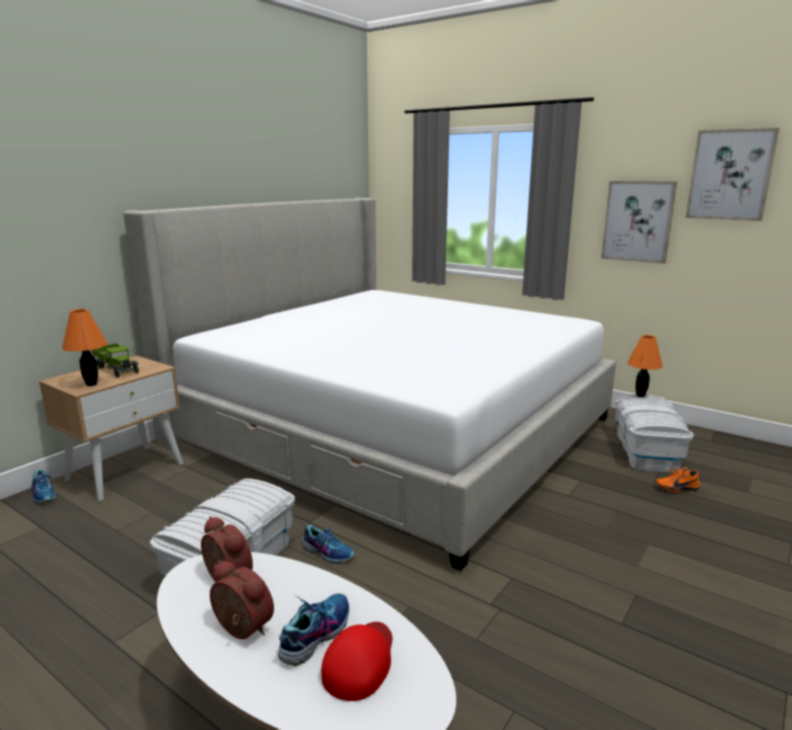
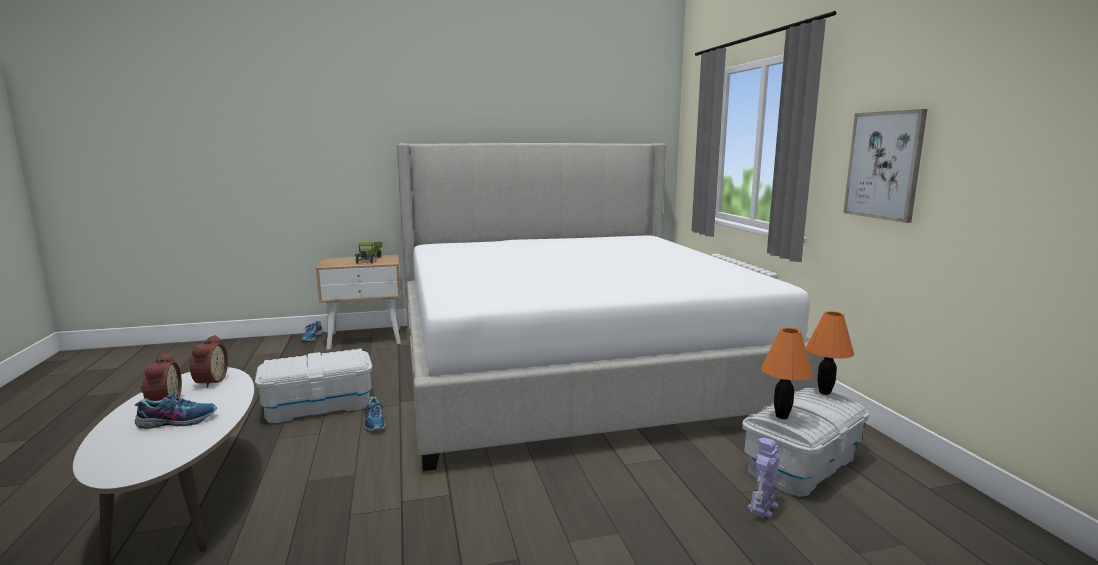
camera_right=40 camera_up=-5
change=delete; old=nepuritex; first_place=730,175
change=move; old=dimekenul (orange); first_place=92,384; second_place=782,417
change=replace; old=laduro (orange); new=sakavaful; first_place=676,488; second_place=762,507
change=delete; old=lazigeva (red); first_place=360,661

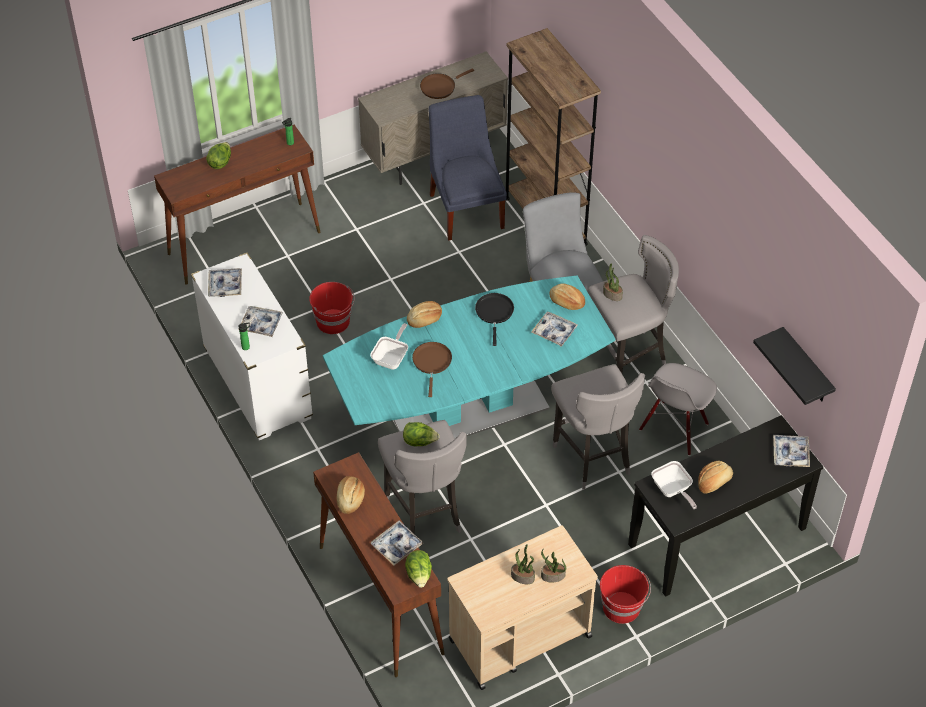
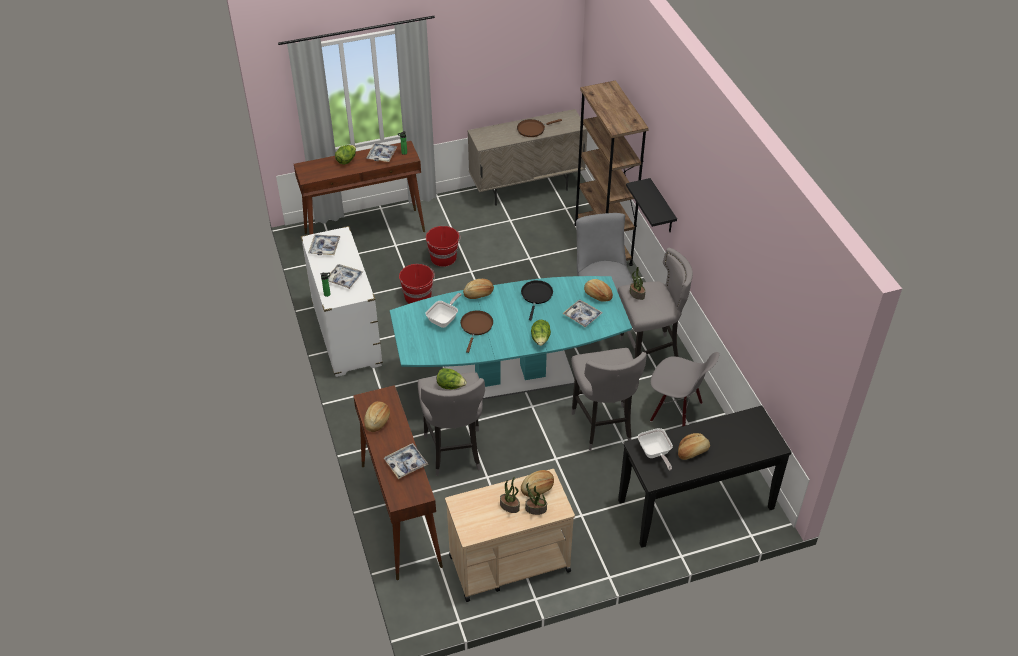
camera_right=10 camera_up=-5
change=delete; old=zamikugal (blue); first_place=466,208
change=move; old=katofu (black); first_place=806,368; second_place=662,207
change=rotate; old=zamikugal (grey); first_place=674,428; second_place=676,412; degrees=-105
change=move; old=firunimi; first_place=790,453; second_place=382,155
change=move; old=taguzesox; first_place=419,575; second_place=540,339
change=move; old=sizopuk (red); first_place=622,608; second_place=444,258
change=insert; new=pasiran; second_place=537,488

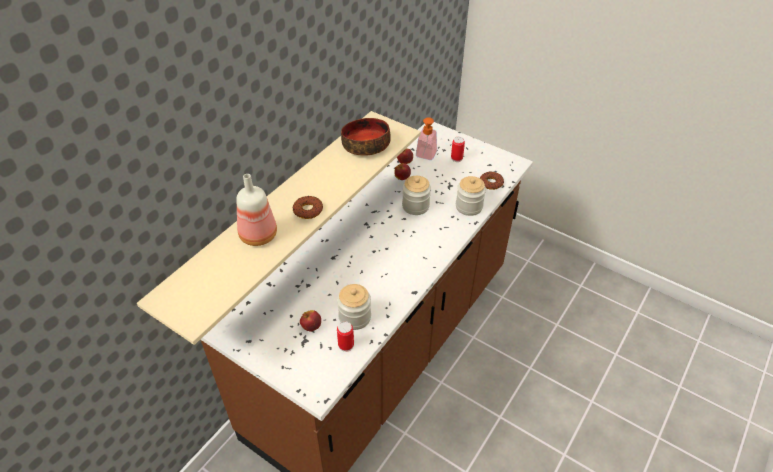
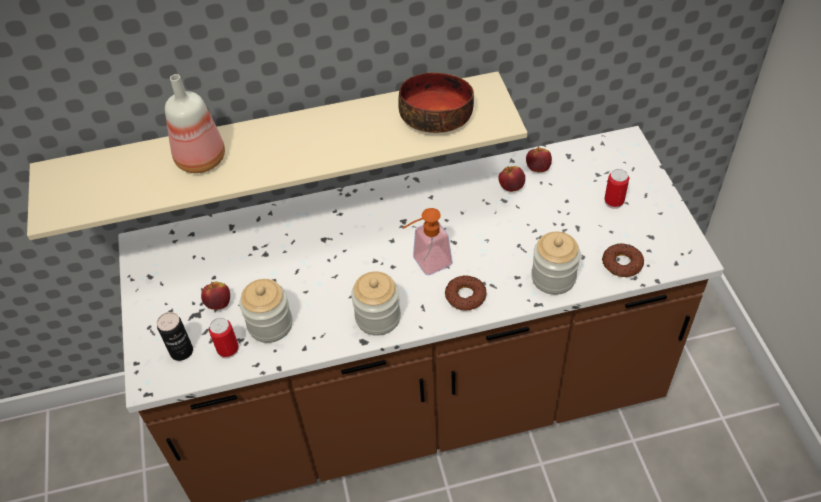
camera_right=45 camera_up=5
change=move; old=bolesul; first_place=425,156; second_place=426,264
change=move; old=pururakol; first_place=415,206; second_place=378,317
change=move; old=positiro; first_place=308,210; second_place=465,296
change=insert; new=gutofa; second_place=181,351

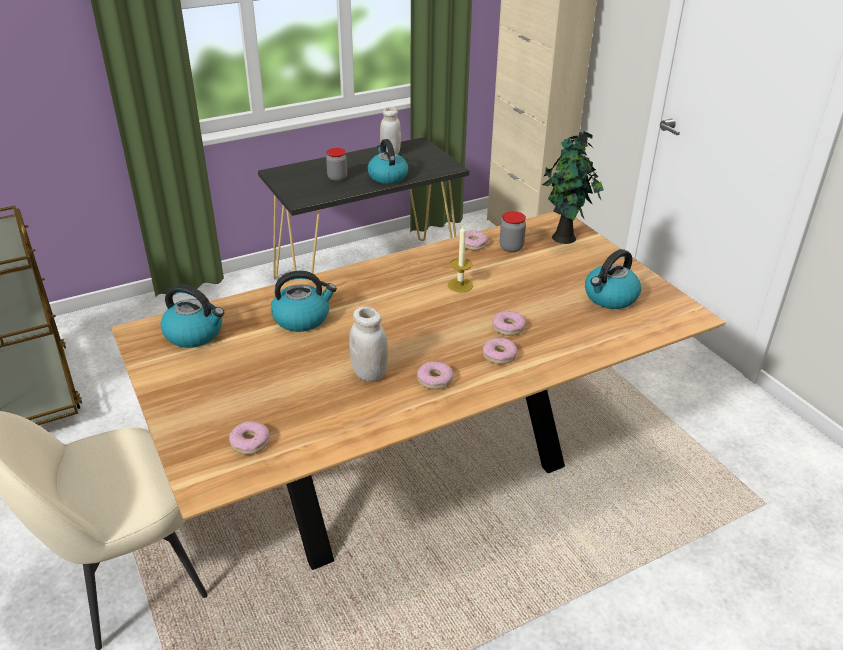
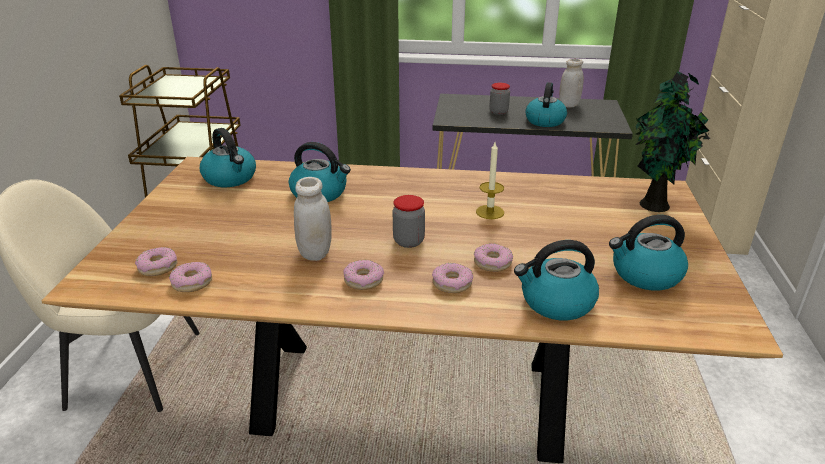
camera_right=35 camera_up=-5
change=move; old=pururakol; first_place=511,247; second_place=408,241
change=move; old=positiro; first_place=473,244; second_place=192,282
change=insert; new=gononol; second_place=556,303

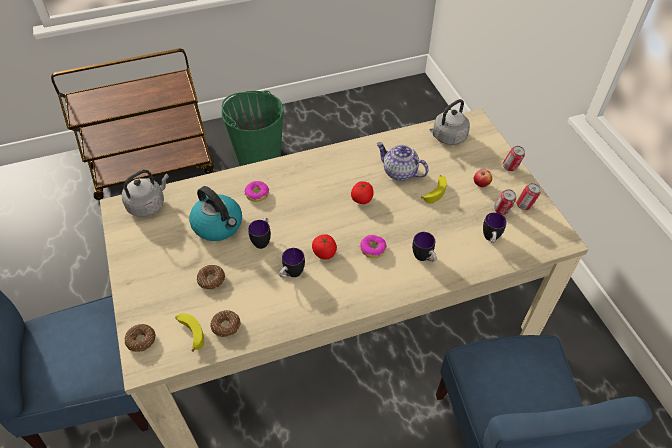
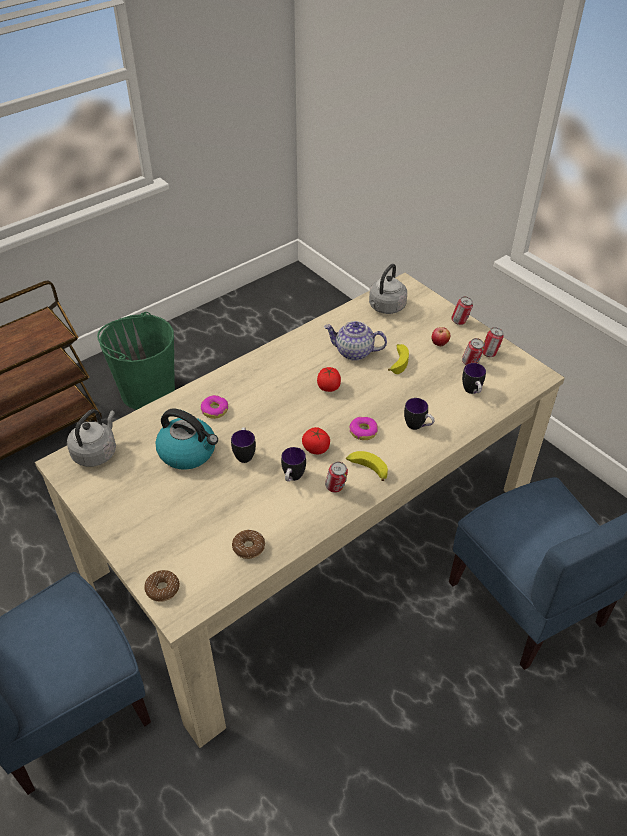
camera_right=-20 camera_up=-5
change=delete; old=positiro; first_place=211,279
change=move; old=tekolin; first_place=190,333; second_place=366,469
change=insert; new=gutofa; second_place=336,488

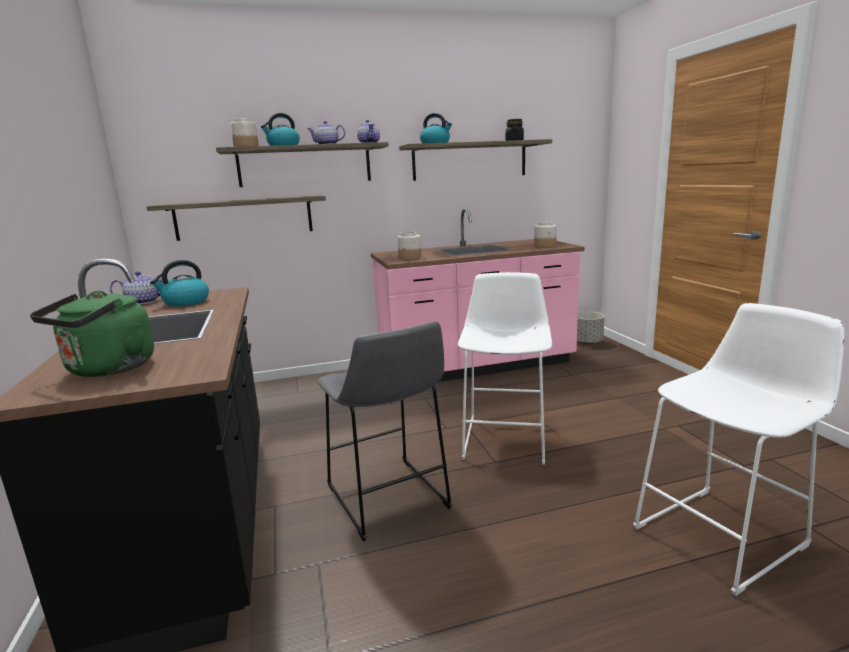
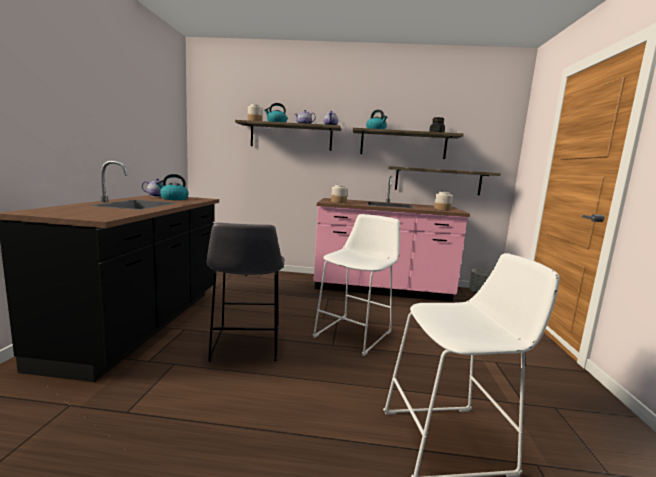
camera_right=20 camera_up=-5
change=move; old=katofu; first_place=244,217; second_place=438,181
change=delete; old=gononol (green); first_place=107,369

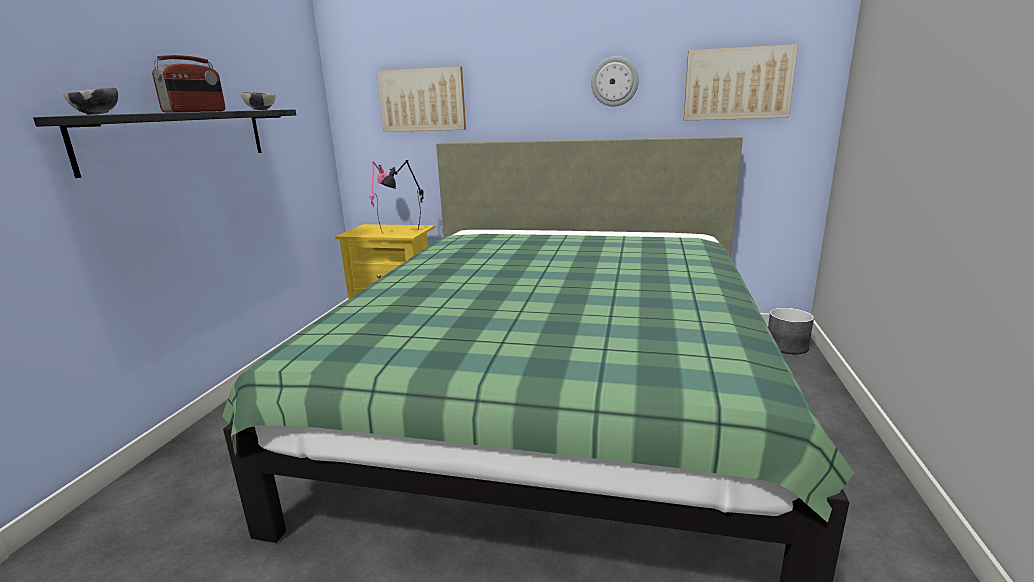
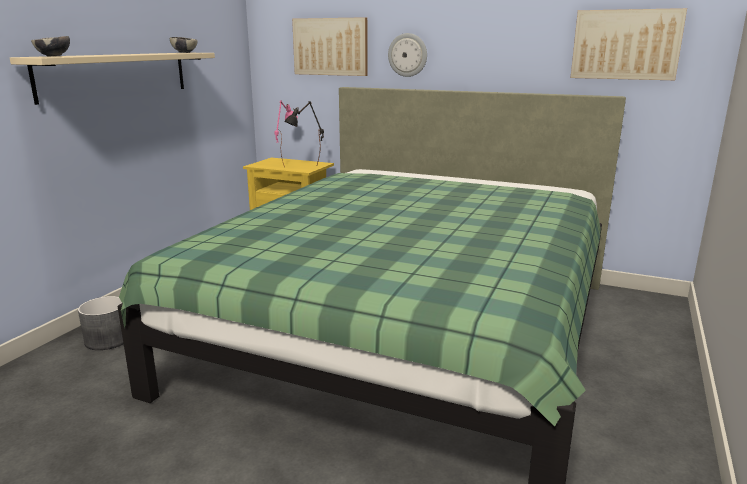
camera_right=10 camera_up=0
change=delete; old=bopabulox; first_place=195,111
change=move; old=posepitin; first_place=614,81; second_place=407,55
change=recolor; old=katofu (black); new=katofu (beige); first_place=180,138; second_place=116,75
change=move; old=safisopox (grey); first_place=787,346; second_place=108,340

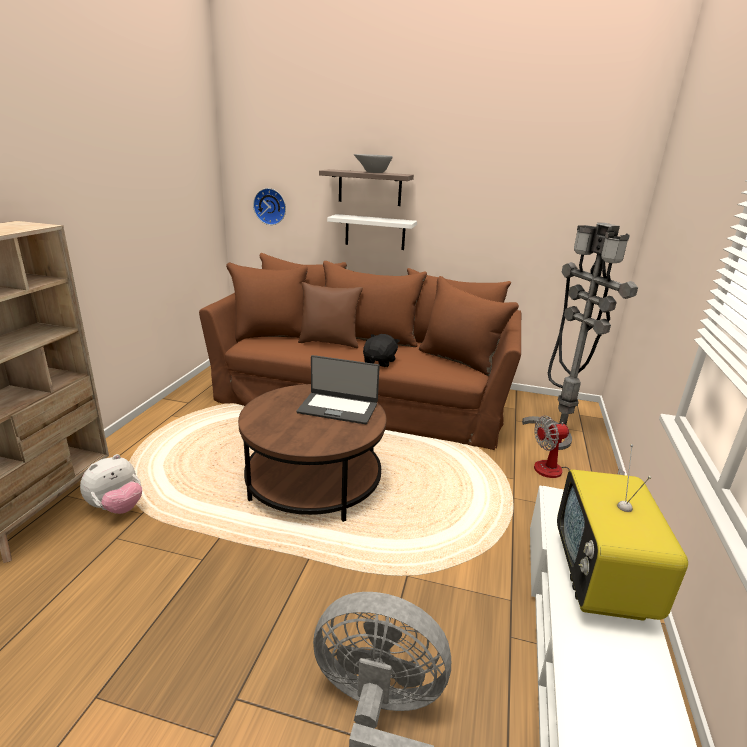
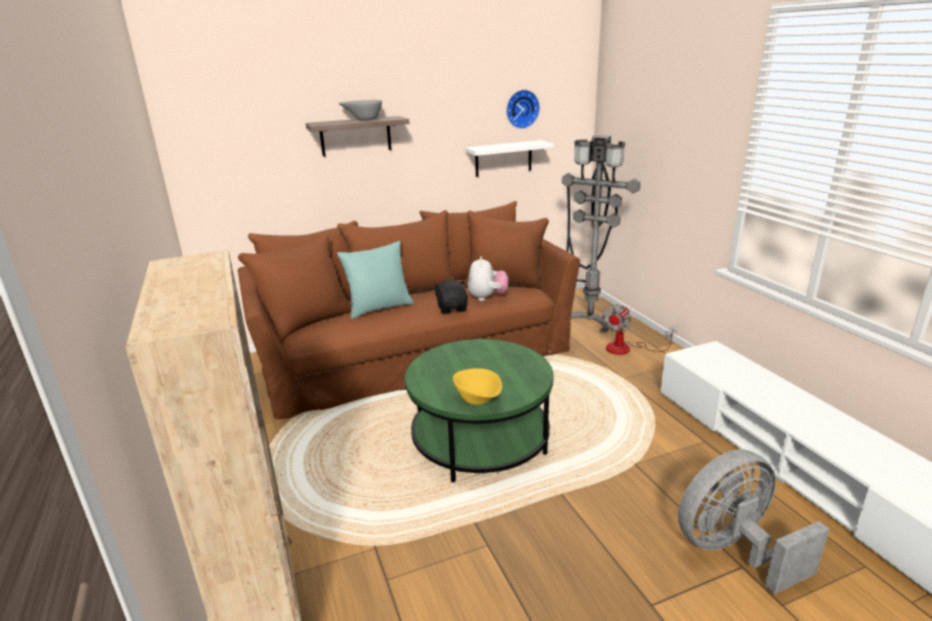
camera_right=-35 camera_up=0
change=move; old=posepitin; first_place=270,206; second_place=521,109
change=move; old=katofu (white); first_place=375,232; second_place=503,158
change=recolor; old=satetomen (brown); new=satetomen (turquoise); first_place=329,342; second_place=379,308
change=delete; old=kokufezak; first_place=338,408
change=recolor; old=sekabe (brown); new=sekabe (green); first_place=314,481; second_place=480,439
change=delete; old=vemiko; first_place=602,581
change=move; old=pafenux; first_place=117,508; second_place=487,298
change=insert; new=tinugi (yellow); second_place=479,401

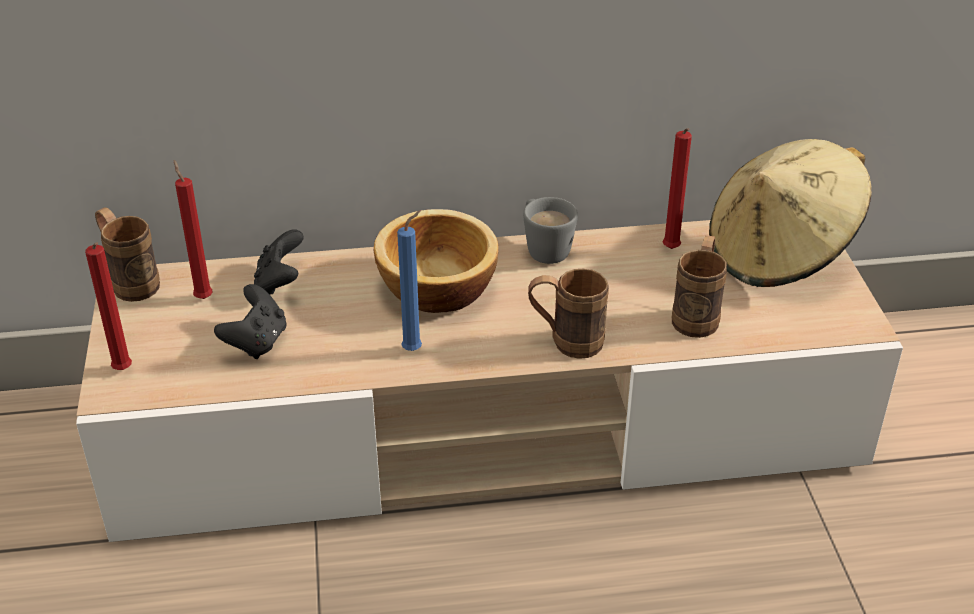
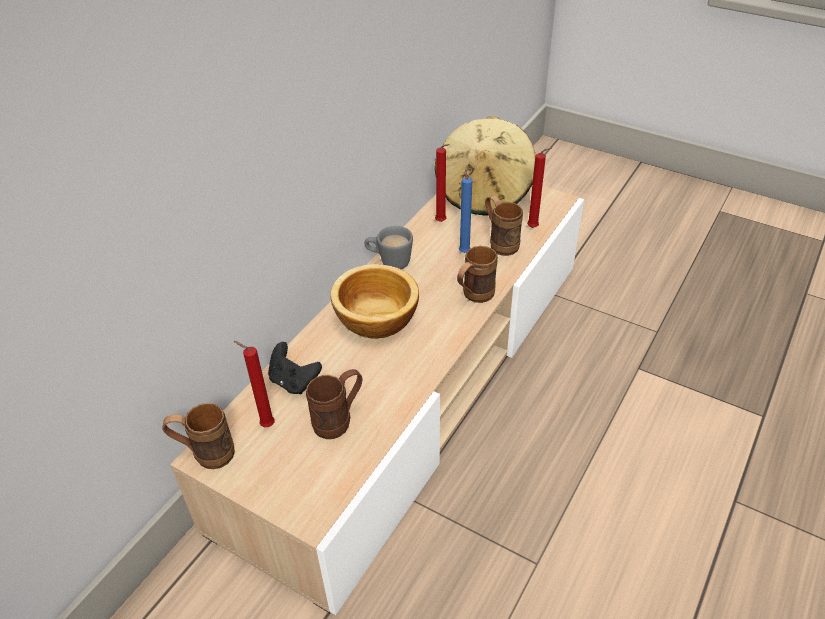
camera_right=-50 camera_up=5
change=move; old=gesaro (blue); first_place=415,349; second_place=464,251
change=move; old=gesaro (red); first_place=123,372; second_place=534,228
change=replace; old=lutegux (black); new=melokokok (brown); first_place=256,342; second_place=339,420

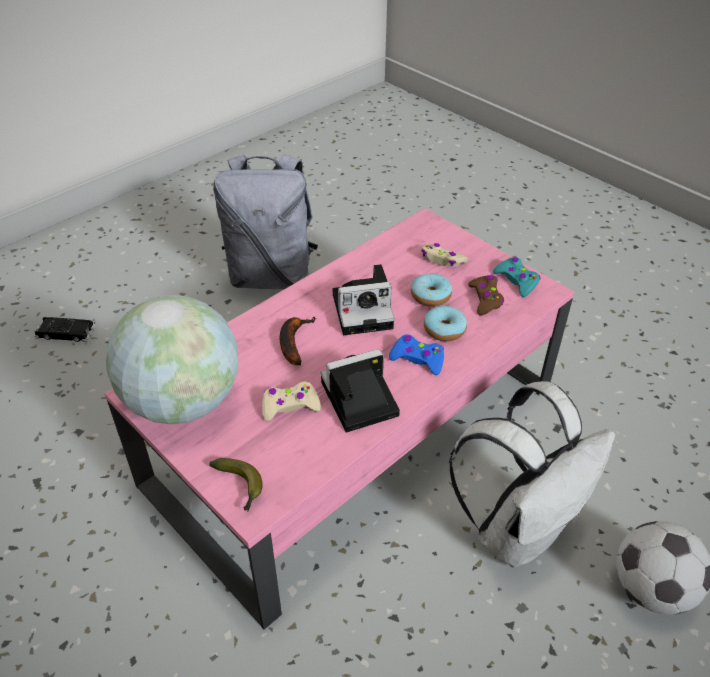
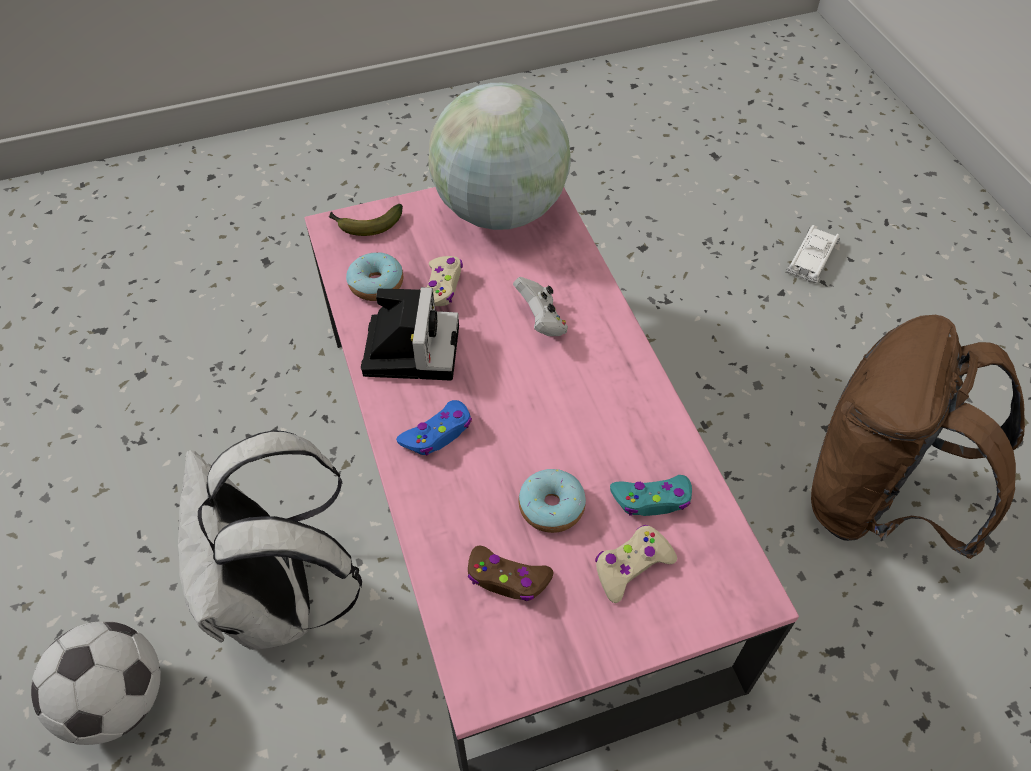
camera_right=115 camera_up=10
change=recolor; old=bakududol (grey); new=bakududol (brown); first_place=272,276; second_place=874,501
change=move; old=lutegux (turquoise); first_place=516,281; second_place=652,500
change=delete; old=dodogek; first_place=365,310
change=move; old=positiro; first_place=444,329; second_place=376,284
change=recolor; old=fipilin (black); new=fipilin (white); first_place=66,333; second_place=812,258
change=replace; old=tekolin; new=lutegux (white); first_place=293,341; second_place=541,321

